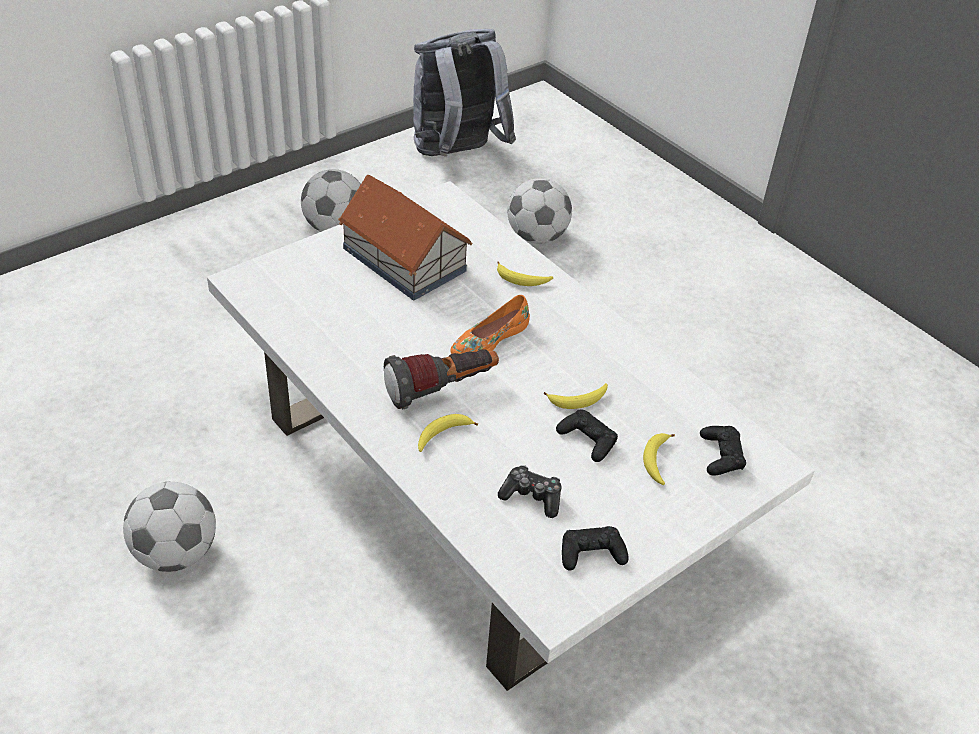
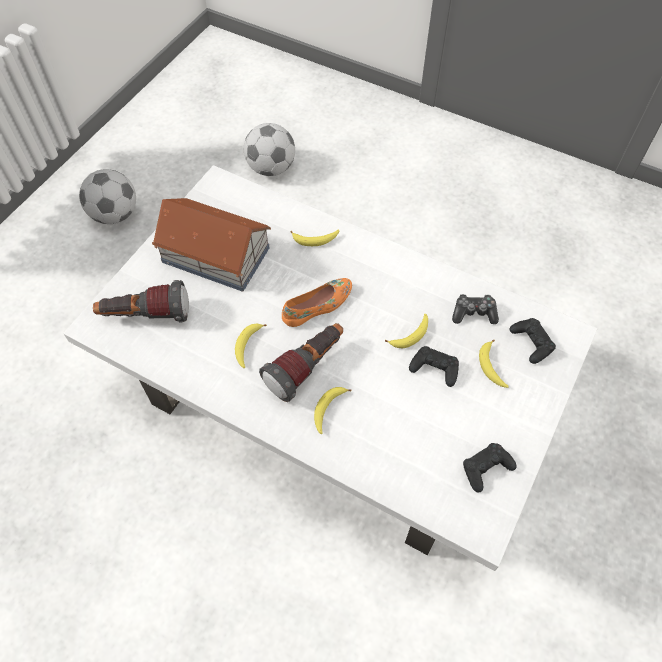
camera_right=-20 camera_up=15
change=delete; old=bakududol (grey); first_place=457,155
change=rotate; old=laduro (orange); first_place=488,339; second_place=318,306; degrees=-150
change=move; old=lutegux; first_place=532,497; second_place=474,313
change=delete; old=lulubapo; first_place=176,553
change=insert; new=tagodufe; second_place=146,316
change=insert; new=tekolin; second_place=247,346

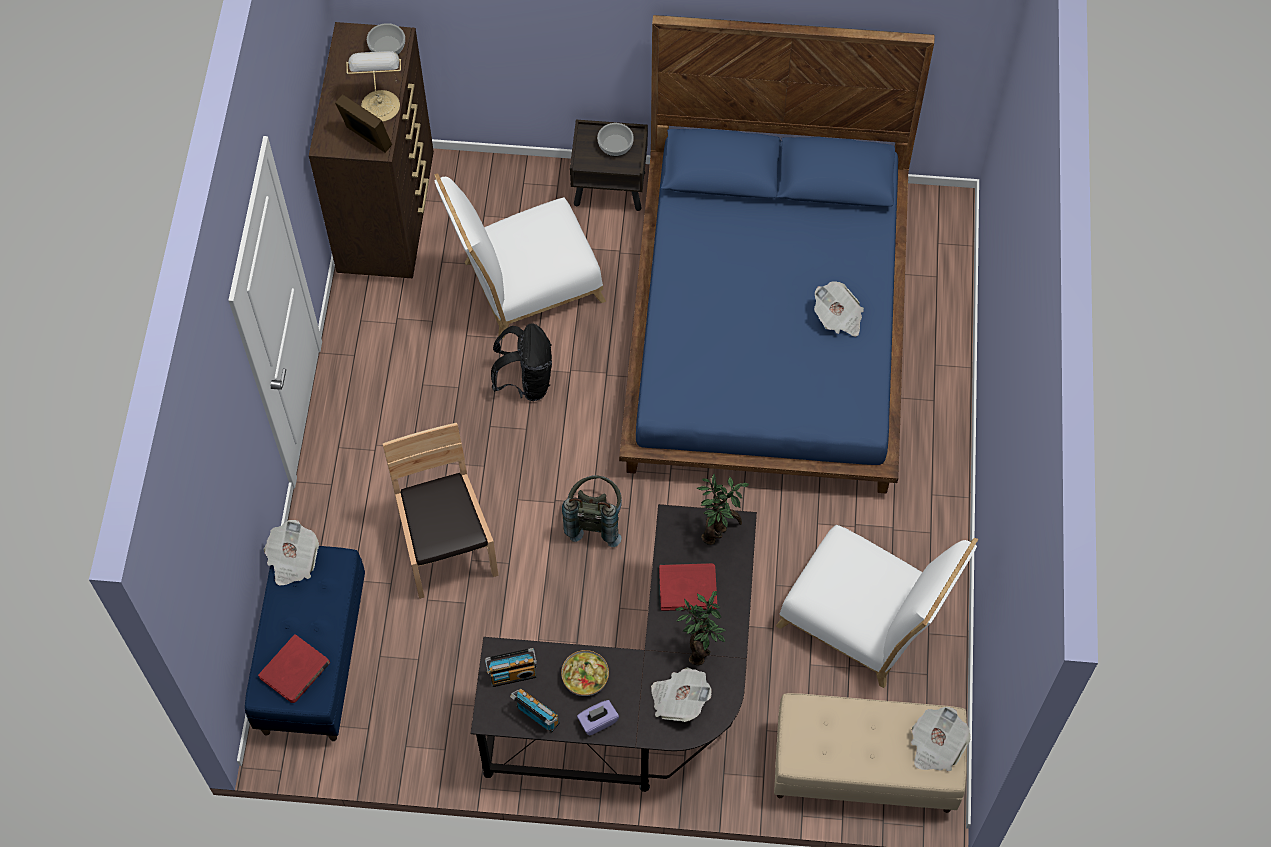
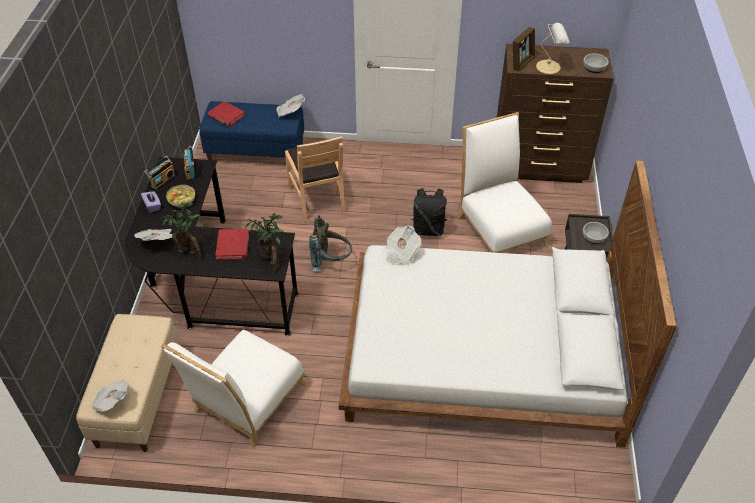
camera_right=90 camera_up=-15
change=recolor; old=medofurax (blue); new=medofurax (white); first_place=768,326; second_place=481,353
change=move; old=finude; first_place=838,317; second_place=401,253
change=rotate; old=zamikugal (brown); first_place=446,547; second_place=317,198; degrees=90

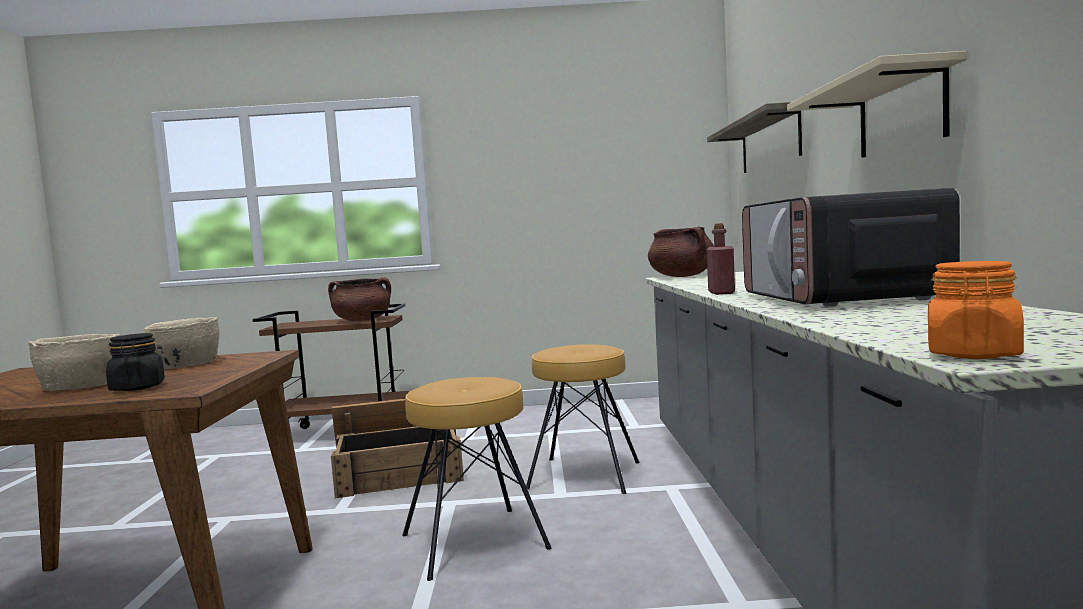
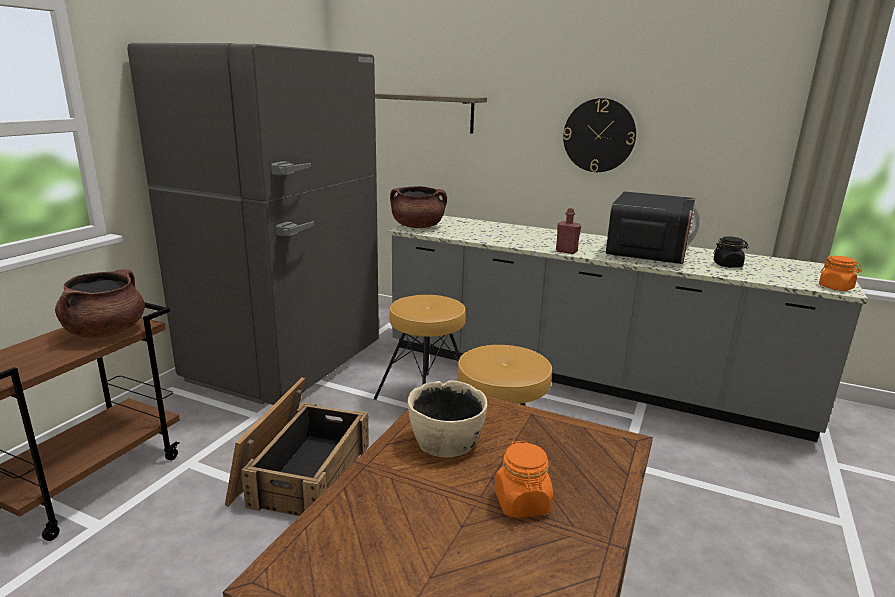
camera_right=-65 camera_up=15
change=replace; old=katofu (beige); new=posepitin; first_place=901,113; second_place=599,135
change=rotate; old=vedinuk; first_place=840,298; second_place=647,251; degrees=-90
change=move; old=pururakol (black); first_place=138,388; second_place=727,265
change=replace; old=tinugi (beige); new=pururakol (orange); first_place=82,385; second_place=522,503
change=insert; new=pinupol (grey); second_place=287,364

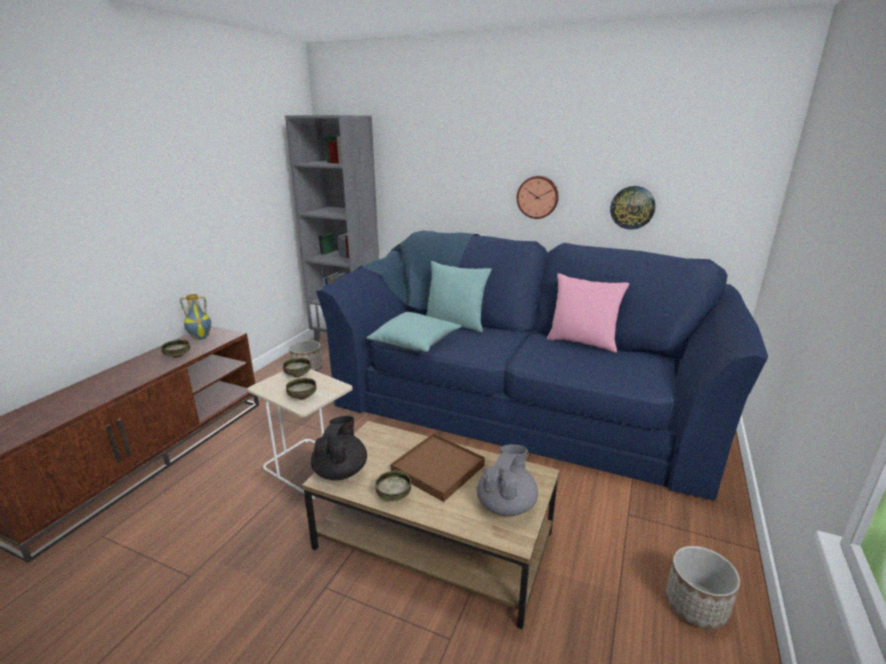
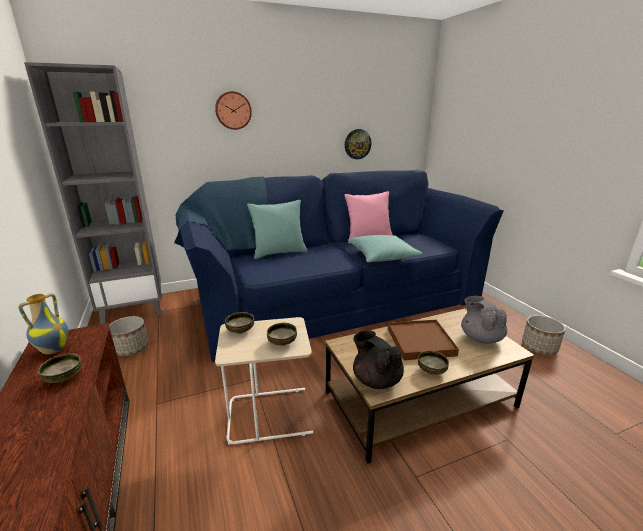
camera_right=-45 camera_up=0
change=move; old=posepitin; first_place=537,197; second_place=233,110
change=move; old=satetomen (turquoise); first_place=415,342; second_place=382,256

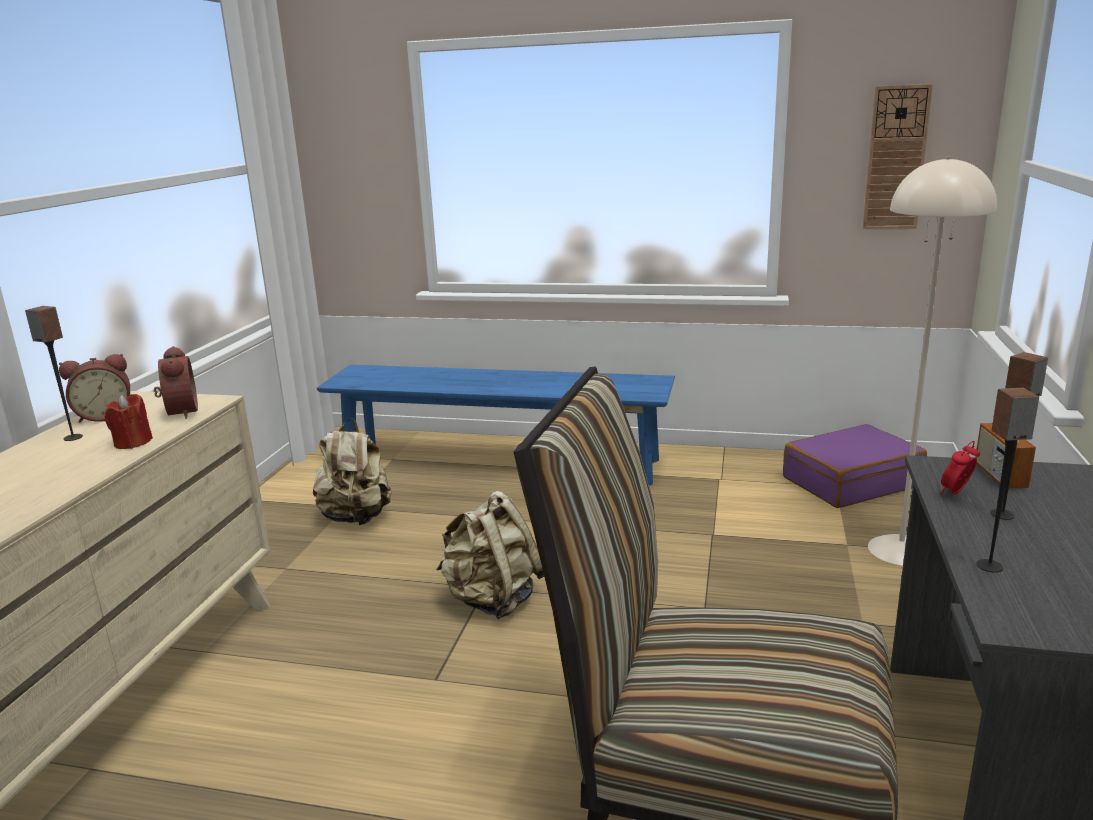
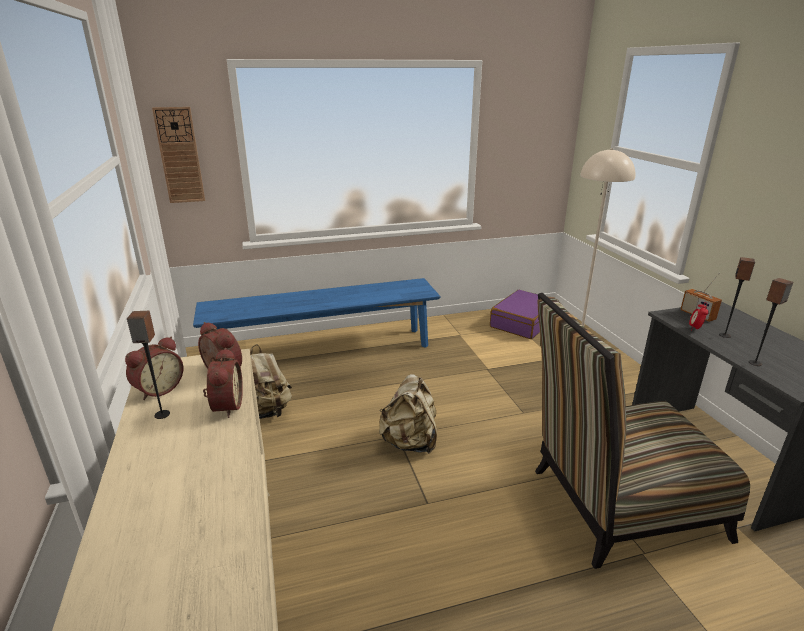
camera_right=-30 camera_up=5
change=move; old=posepitin; first_place=896,158; second_place=180,156
change=replace; old=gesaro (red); new=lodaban; first_place=133,443; second_place=225,406

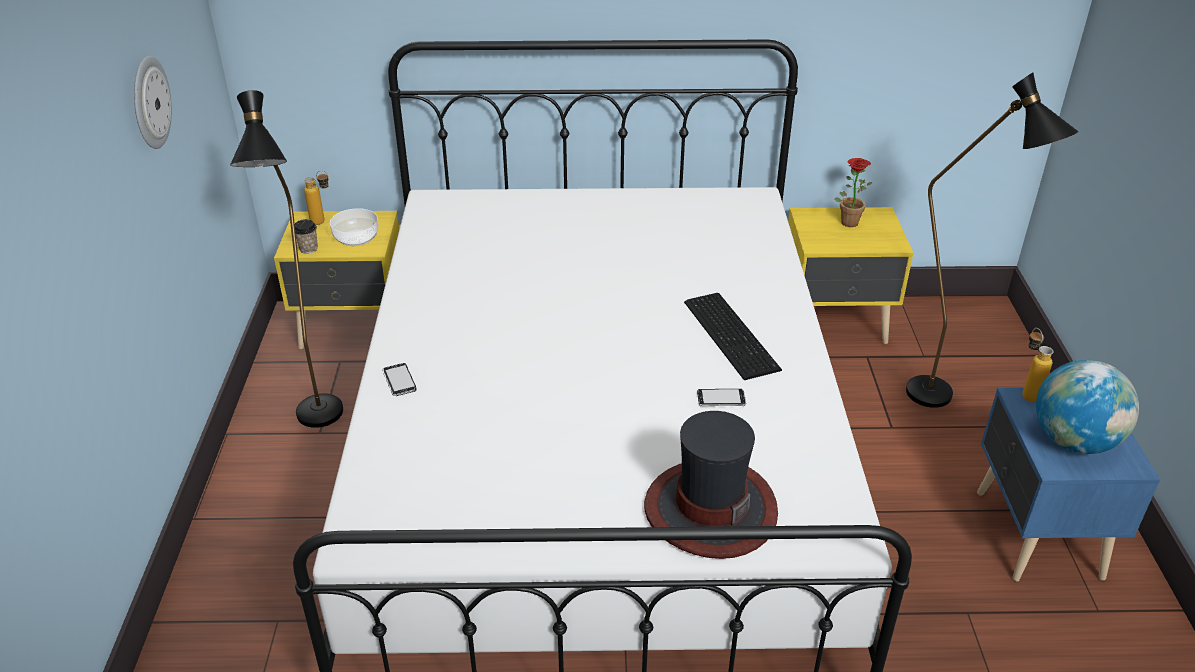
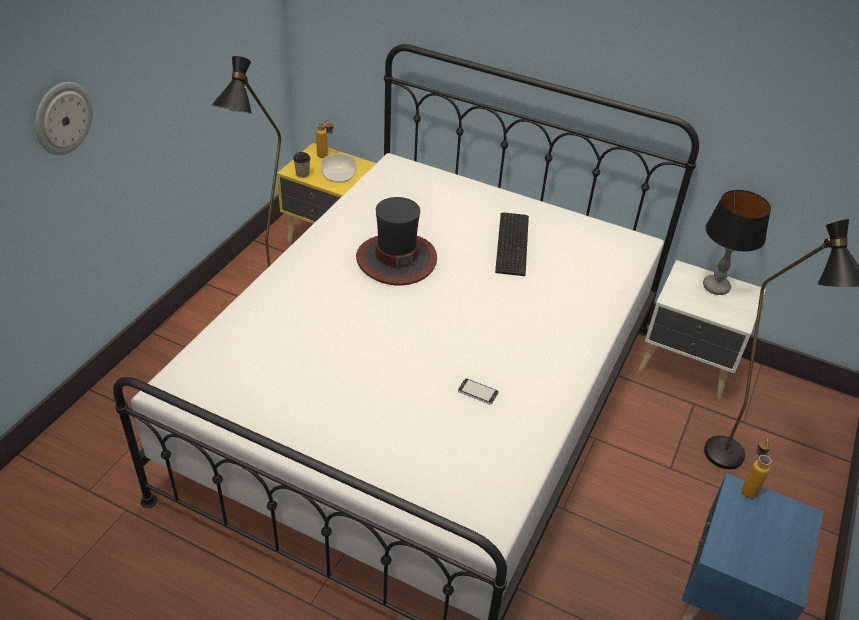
camera_right=25 camera_up=5
change=move; old=posepitin; first_place=149,102; second_place=62,118
change=replace; old=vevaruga; new=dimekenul; first_place=847,220; second_place=716,287
change=recolor; old=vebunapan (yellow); new=vebunapan (white); first_place=835,325; second_place=687,367
change=move; old=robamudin; first_place=732,334; second_place=514,243
change=delete; old=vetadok; first_place=1074,441
change=delete; old=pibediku; first_place=399,381
change=move; old=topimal; first_place=709,509; second_place=396,259

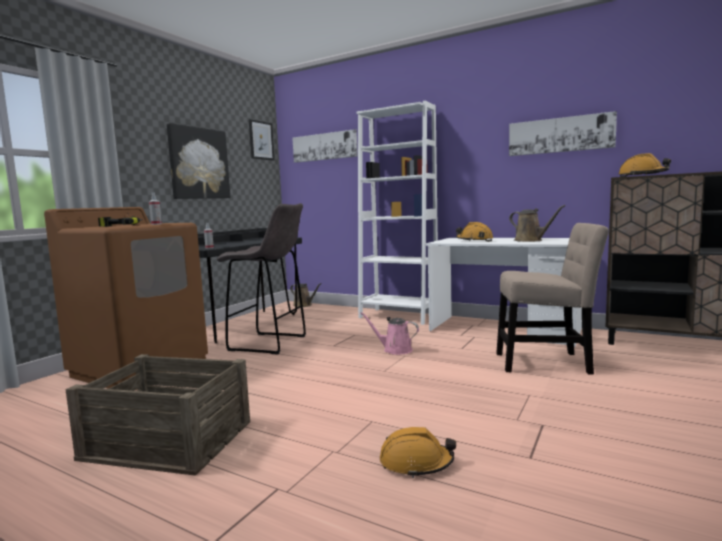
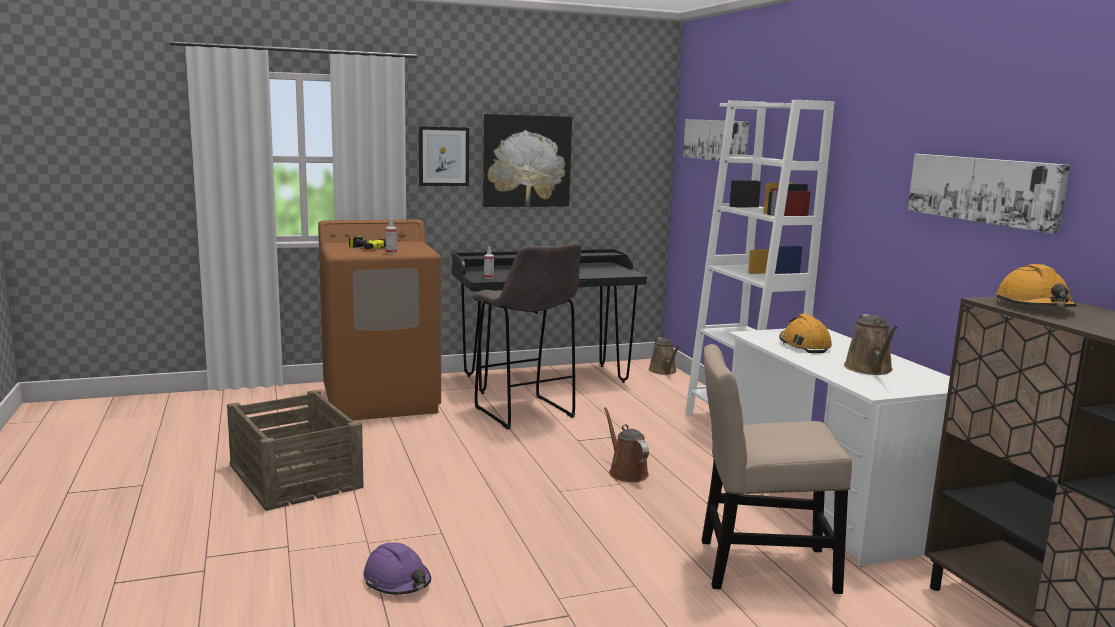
camera_right=40 camera_up=5
change=move; old=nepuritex; first_place=261,140; second_place=443,156
change=rotate; old=zamikugal (beige); first_place=547,363; second_place=759,566; degrees=135
change=recolor; old=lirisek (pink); new=lirisek (brown); first_place=394,350; second_place=626,472
change=recolor; old=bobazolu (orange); new=bobazolu (purple); first_place=416,463; second_place=397,581

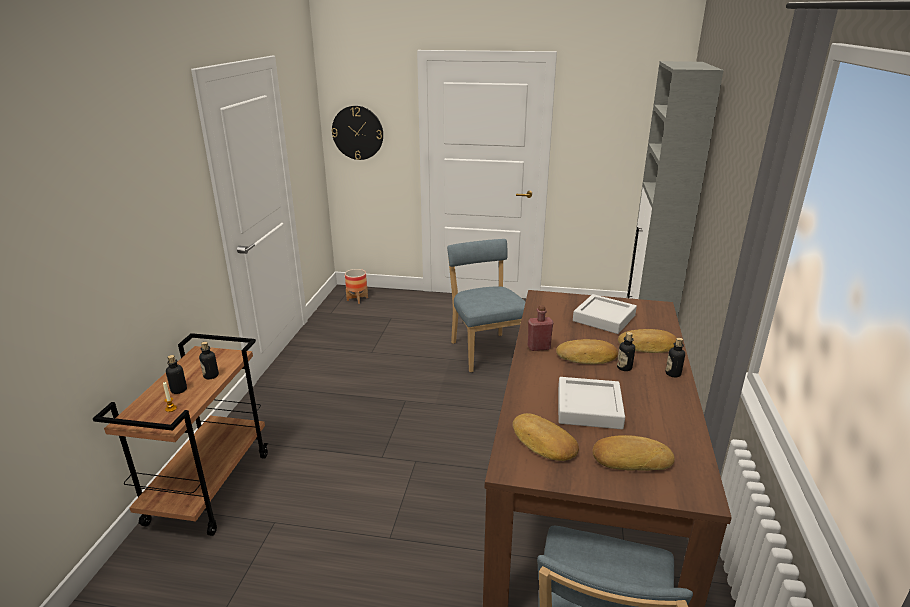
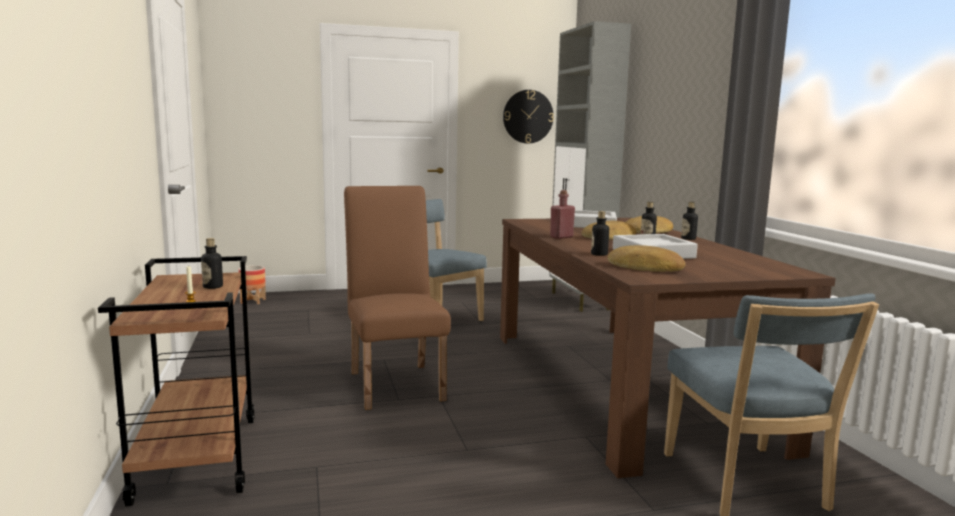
camera_right=-25 camera_up=-15
change=move; old=posepitin; first_place=357,133; second_place=528,116
change=move; old=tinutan; first_place=179,390; second_place=599,254
change=delete; old=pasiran; first_place=630,458
change=insert; new=zamikugal (brown); second_place=395,382

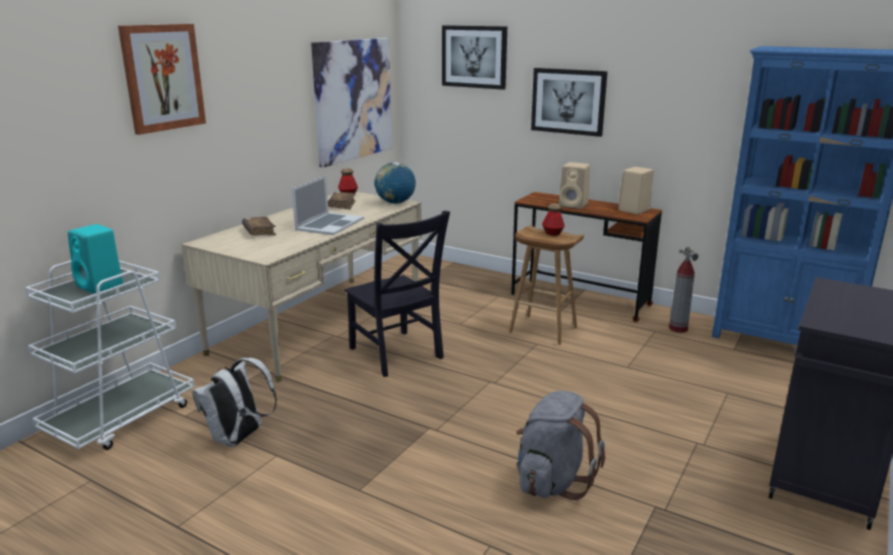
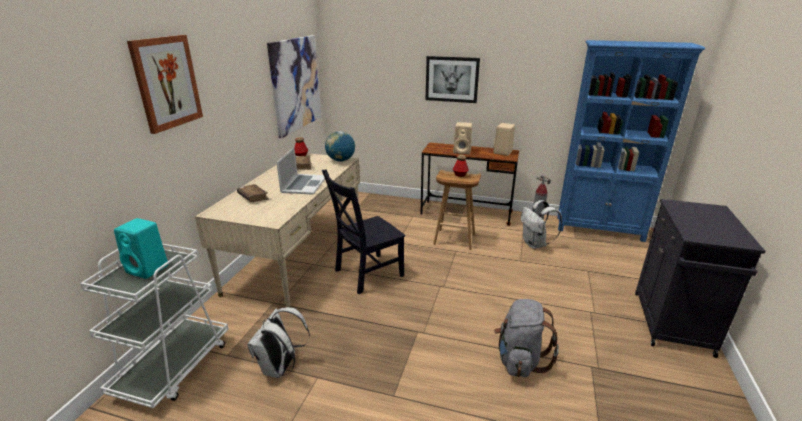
camera_right=-15 camera_up=5
change=delete; old=nepuritex; first_place=474,57
change=rotate; old=zamikugal (black); first_place=397,355; second_place=366,274; degrees=105
change=insert; new=bakududol (white); second_place=535,244

